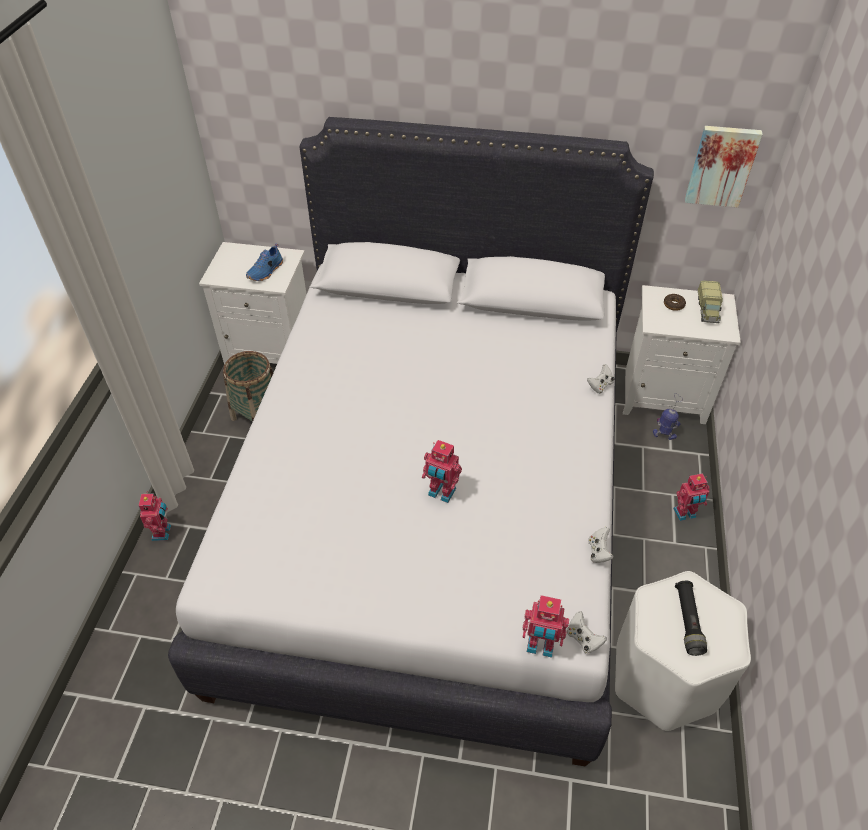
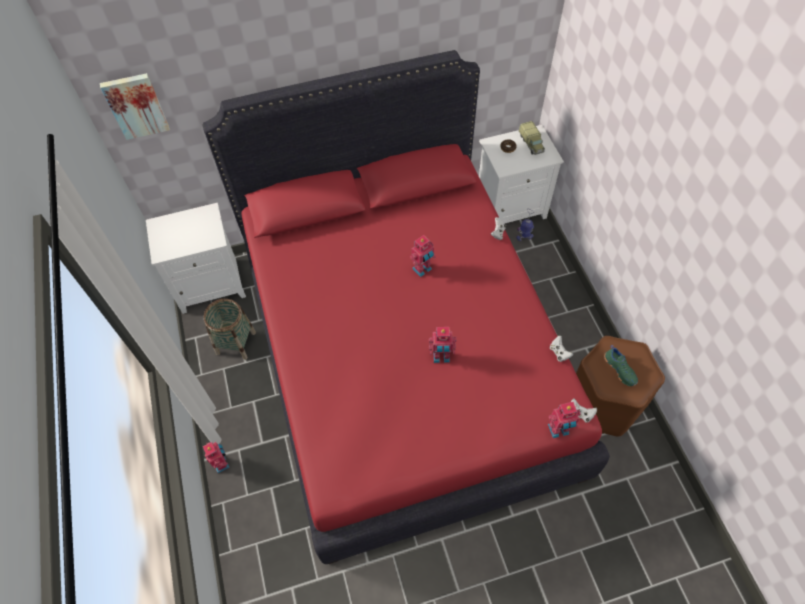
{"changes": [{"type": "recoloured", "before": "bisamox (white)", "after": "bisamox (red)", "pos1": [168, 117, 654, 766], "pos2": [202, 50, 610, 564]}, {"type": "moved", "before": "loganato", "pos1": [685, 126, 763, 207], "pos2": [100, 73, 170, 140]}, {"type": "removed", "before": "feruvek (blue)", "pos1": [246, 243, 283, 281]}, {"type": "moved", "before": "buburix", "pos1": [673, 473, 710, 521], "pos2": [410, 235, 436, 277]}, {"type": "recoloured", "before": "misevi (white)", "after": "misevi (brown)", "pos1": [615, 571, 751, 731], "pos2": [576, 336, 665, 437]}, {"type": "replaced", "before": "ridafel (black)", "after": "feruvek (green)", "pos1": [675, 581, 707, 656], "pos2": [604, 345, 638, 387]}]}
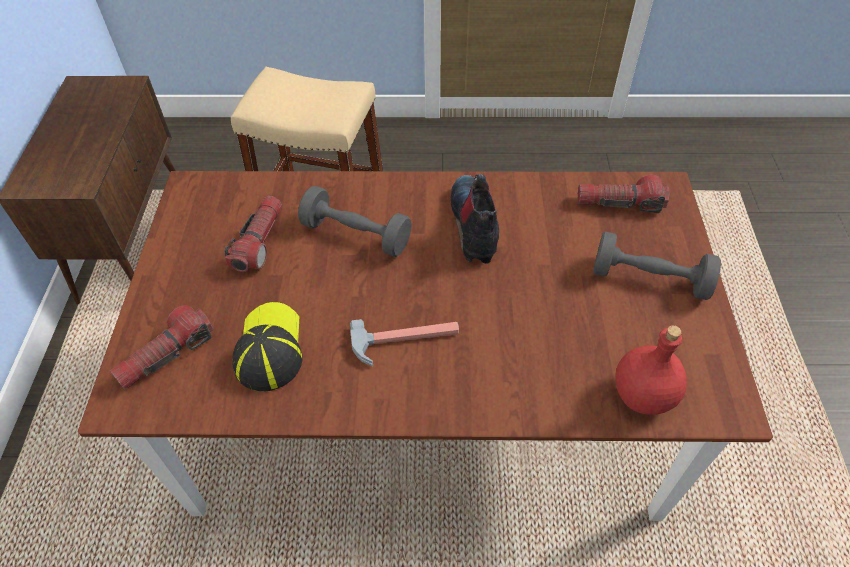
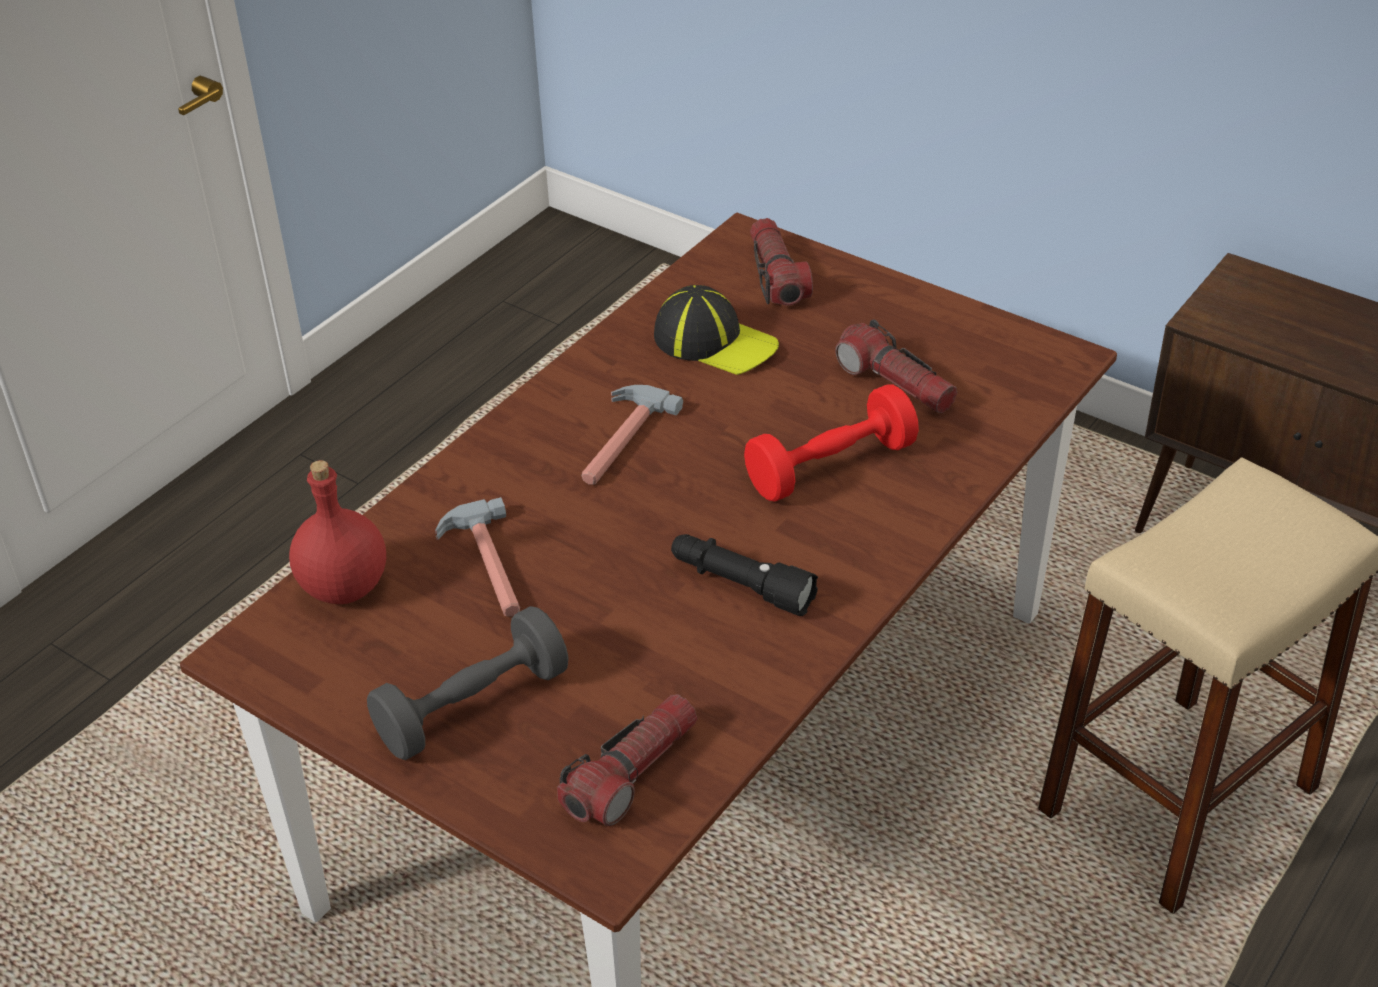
{"changes": [{"type": "replaced", "before": "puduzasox", "after": "ridafel (black)", "pos1": [451, 174, 499, 264], "pos2": [671, 534, 818, 616]}, {"type": "recoloured", "before": "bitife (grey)", "after": "bitife (red)", "pos1": [298, 186, 411, 257], "pos2": [744, 384, 919, 502]}, {"type": "added", "after": "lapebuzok", "pos2": [435, 497, 520, 616]}]}
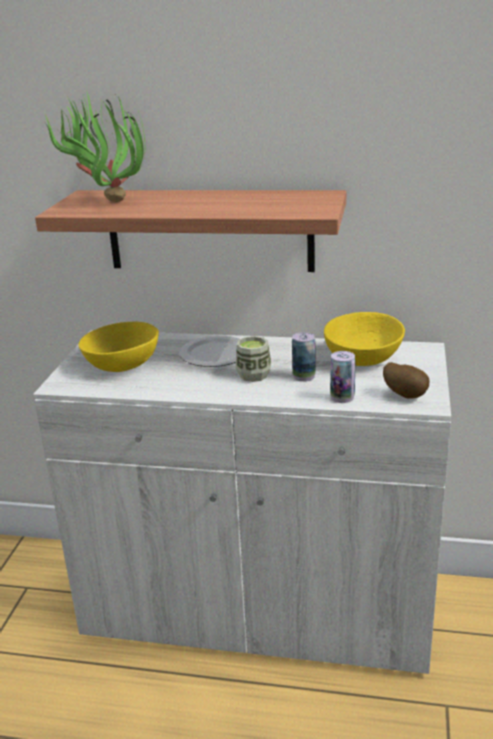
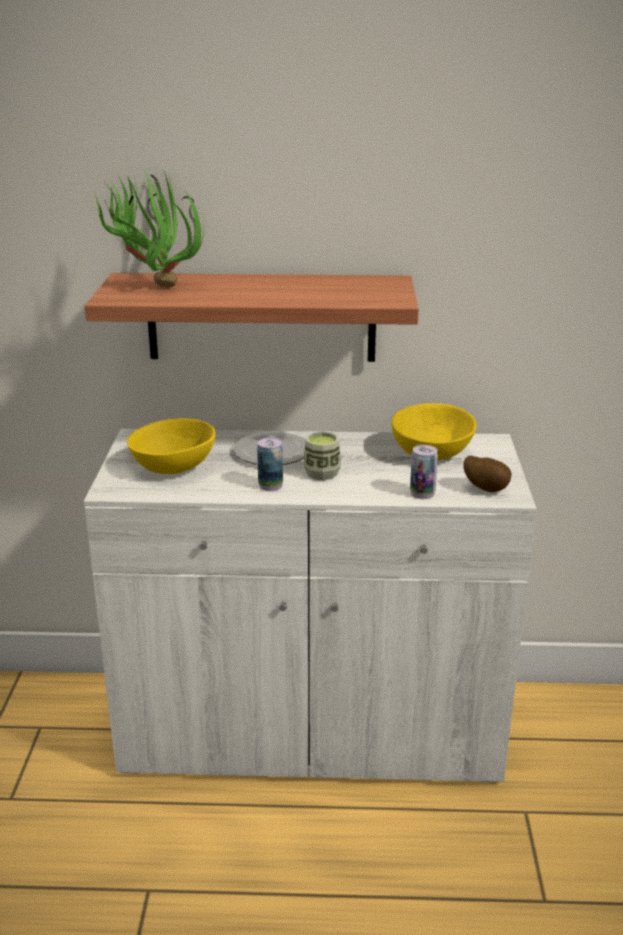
{"changes": [{"type": "moved", "before": "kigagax", "pos1": [292, 332, 316, 382], "pos2": [257, 438, 283, 491]}]}
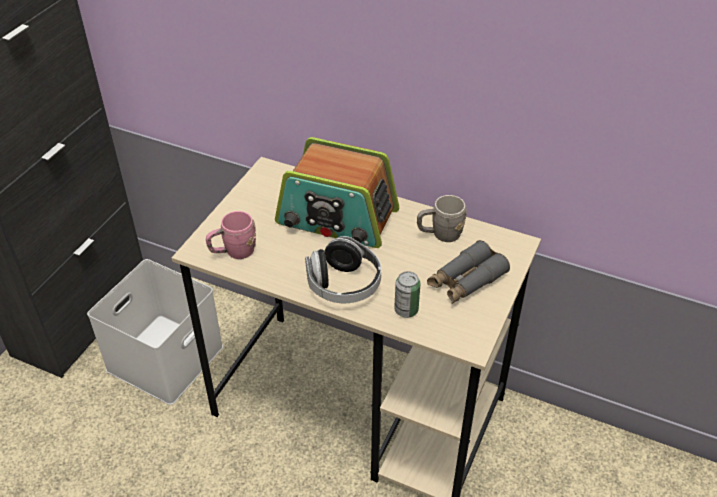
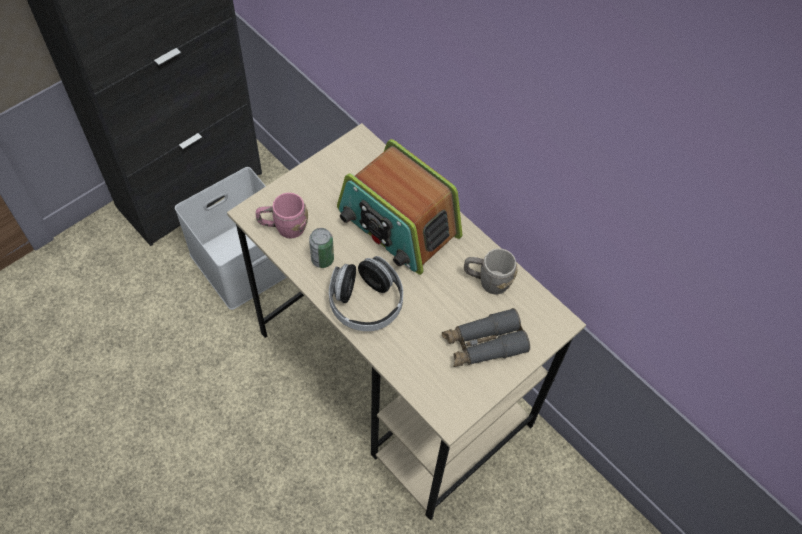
{"changes": [{"type": "moved", "before": "kigagax", "pos1": [394, 271, 421, 318], "pos2": [309, 228, 334, 268]}]}
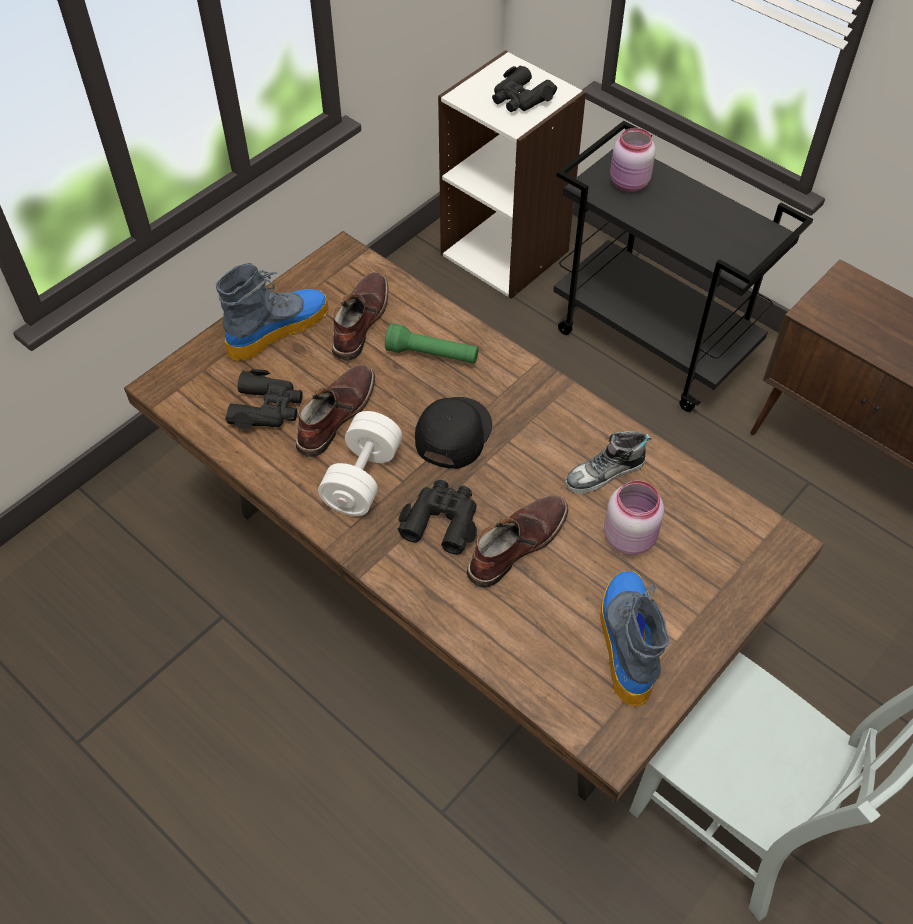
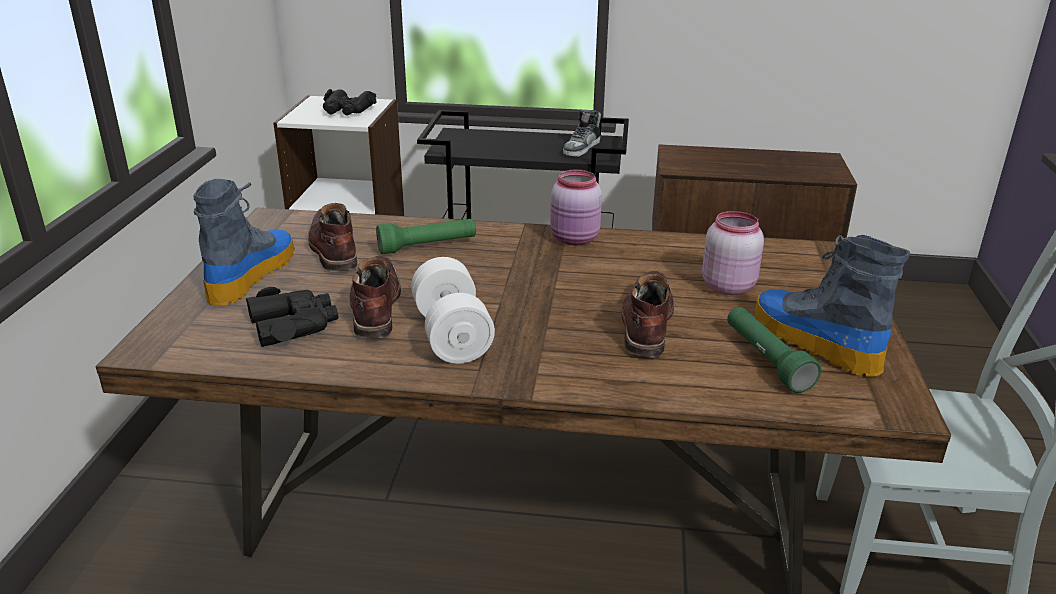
{"changes": [{"type": "moved", "before": "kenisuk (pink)", "pos1": [610, 128, 656, 192], "pos2": [550, 170, 602, 246]}, {"type": "removed", "before": "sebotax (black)", "pos1": [415, 397, 492, 469]}, {"type": "moved", "before": "feruvek", "pos1": [565, 431, 652, 494], "pos2": [563, 110, 601, 157]}, {"type": "removed", "before": "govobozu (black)", "pos1": [398, 480, 477, 555]}, {"type": "added", "after": "ridafel (green)", "pos2": [727, 307, 821, 393]}]}
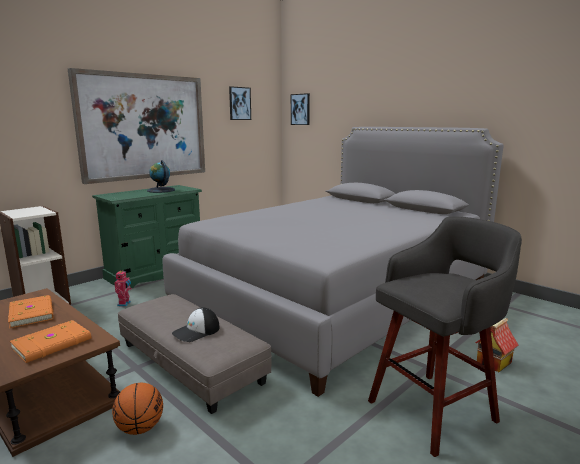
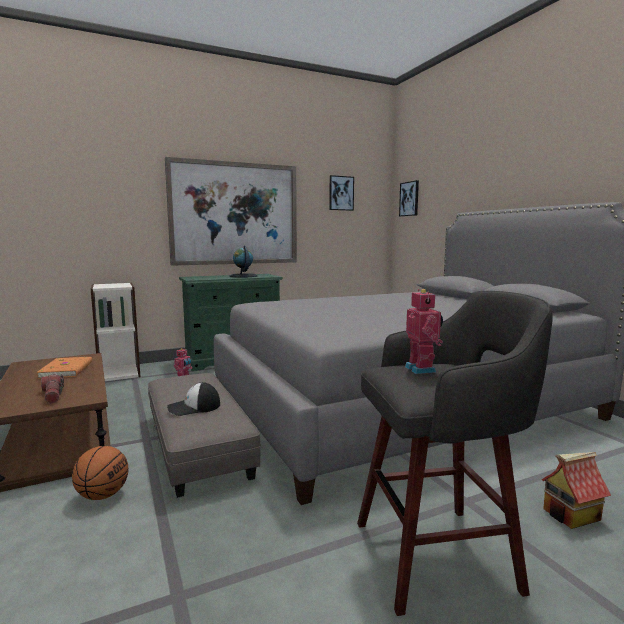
{"changes": [{"type": "replaced", "before": "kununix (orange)", "after": "ridafel", "pos1": [10, 320, 91, 363], "pos2": [41, 374, 64, 403]}, {"type": "added", "after": "buburix", "pos2": [405, 289, 443, 374]}]}
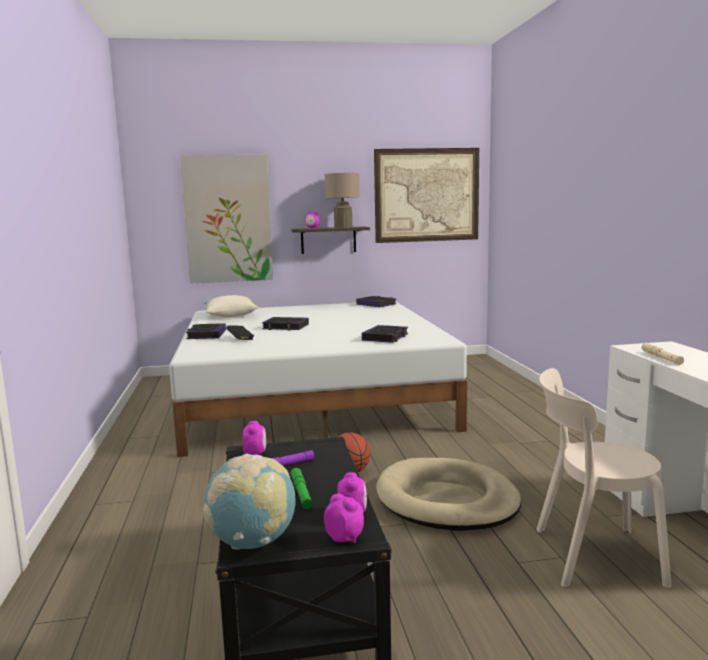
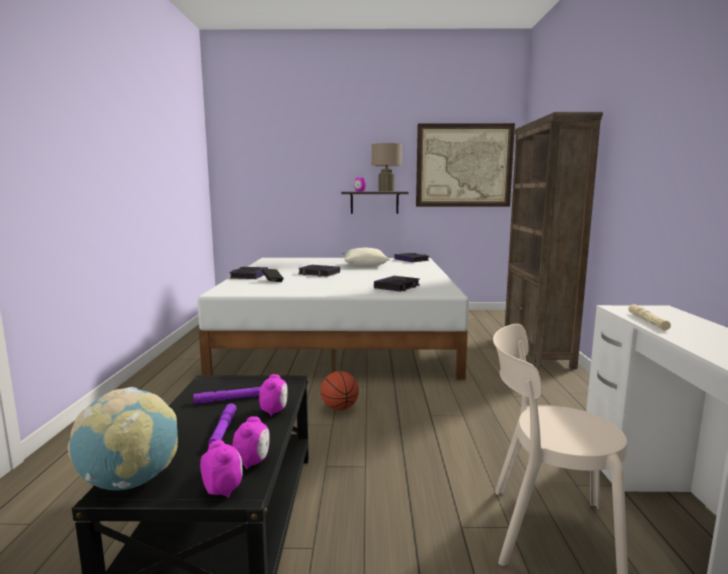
{"changes": [{"type": "removed", "before": "loganato", "pos1": [180, 155, 273, 283]}, {"type": "moved", "before": "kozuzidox", "pos1": [204, 295, 258, 317], "pos2": [342, 248, 390, 267]}, {"type": "moved", "before": "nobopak", "pos1": [243, 421, 266, 455], "pos2": [259, 374, 287, 416]}, {"type": "removed", "before": "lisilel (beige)", "pos1": [376, 458, 522, 531]}, {"type": "recoloured", "before": "ridafel (green)", "after": "ridafel (purple)", "pos1": [291, 468, 313, 509], "pos2": [208, 403, 236, 446]}, {"type": "added", "after": "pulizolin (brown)", "pos2": [505, 112, 603, 369]}]}
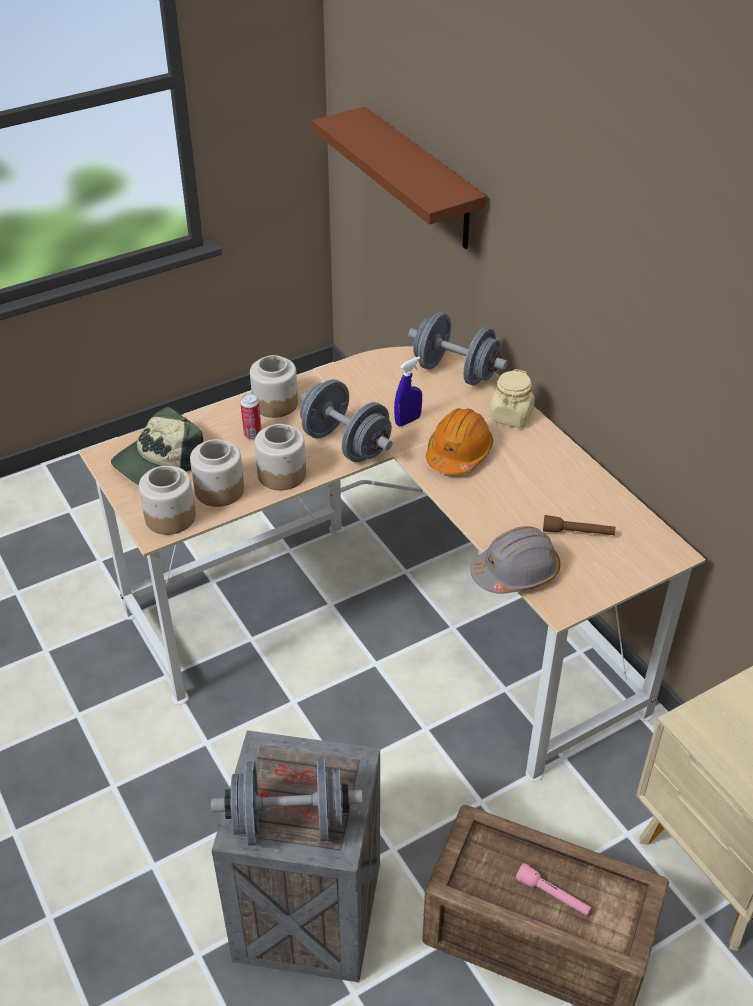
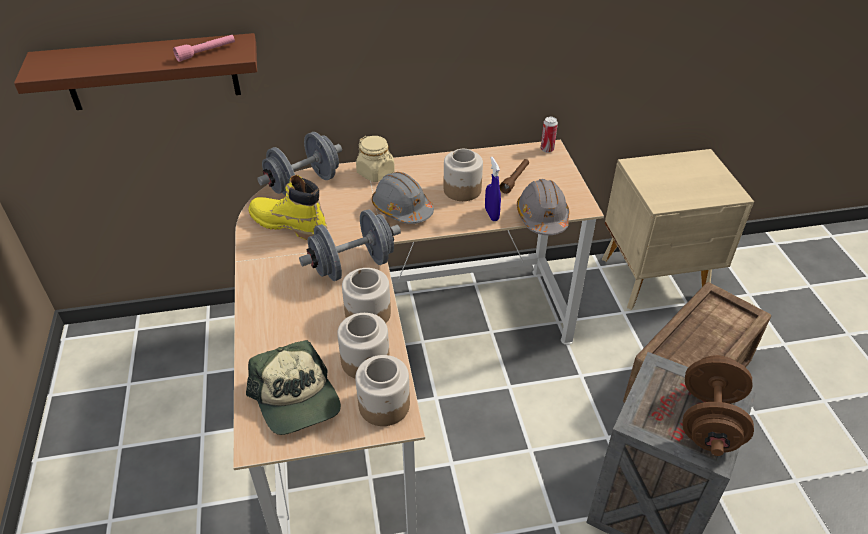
{"changes": [{"type": "moved", "before": "kenisuk", "pos1": [250, 355, 298, 418], "pos2": [444, 149, 483, 201]}, {"type": "moved", "before": "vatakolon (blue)", "pos1": [394, 357, 422, 426], "pos2": [485, 157, 501, 221]}, {"type": "moved", "before": "kigagax", "pos1": [240, 394, 262, 439], "pos2": [541, 117, 558, 153]}, {"type": "recoloured", "before": "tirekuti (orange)", "after": "tirekuti (grey)", "pos1": [426, 408, 493, 475], "pos2": [372, 172, 434, 224]}, {"type": "recoloured", "before": "bitife (grey)", "after": "bitife (brown)", "pos1": [211, 757, 363, 846], "pos2": [682, 355, 754, 456]}, {"type": "moved", "before": "ridafel (pink)", "pos1": [515, 863, 592, 916], "pos2": [173, 35, 235, 62]}, {"type": "added", "after": "puduzasox (yellow)", "pos2": [248, 175, 327, 240]}]}
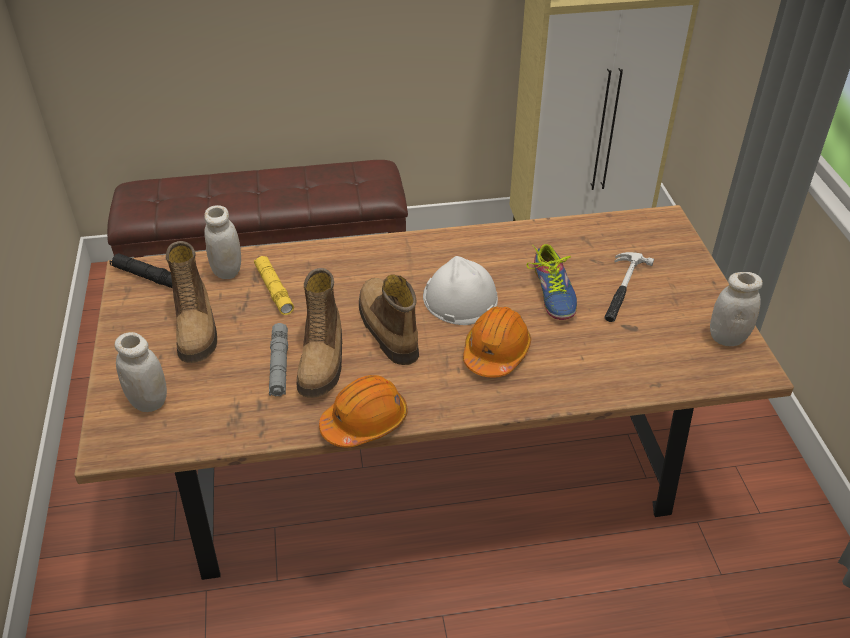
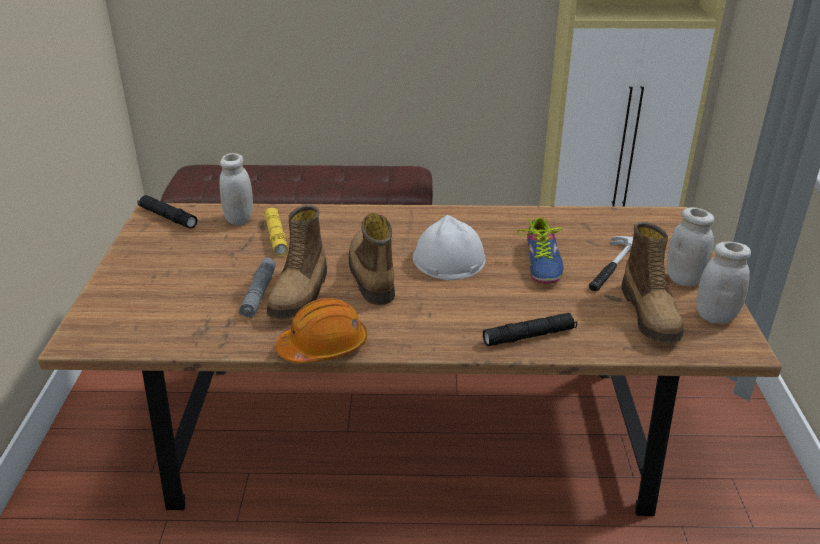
{"changes": [{"type": "moved", "before": "puduzasox", "pos1": [166, 241, 217, 363], "pos2": [621, 222, 684, 343]}, {"type": "removed", "before": "tirekuti (orange)", "pos1": [463, 306, 531, 377]}, {"type": "moved", "before": "kenisuk (white)", "pos1": [114, 332, 167, 412], "pos2": [667, 207, 714, 287]}, {"type": "added", "after": "ridafel (black)", "pos2": [483, 312, 577, 346]}]}
